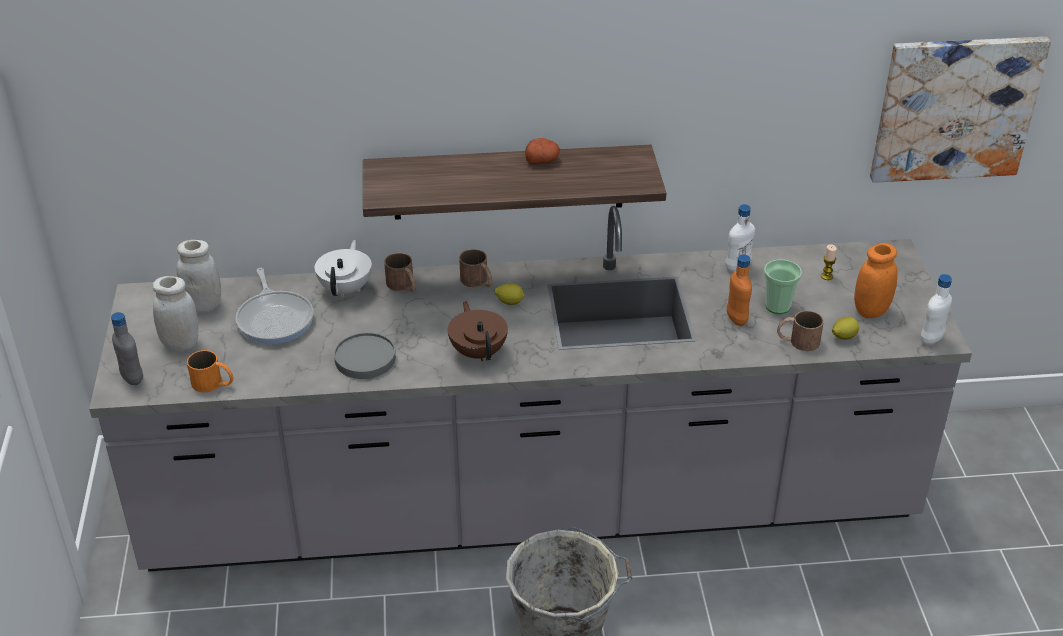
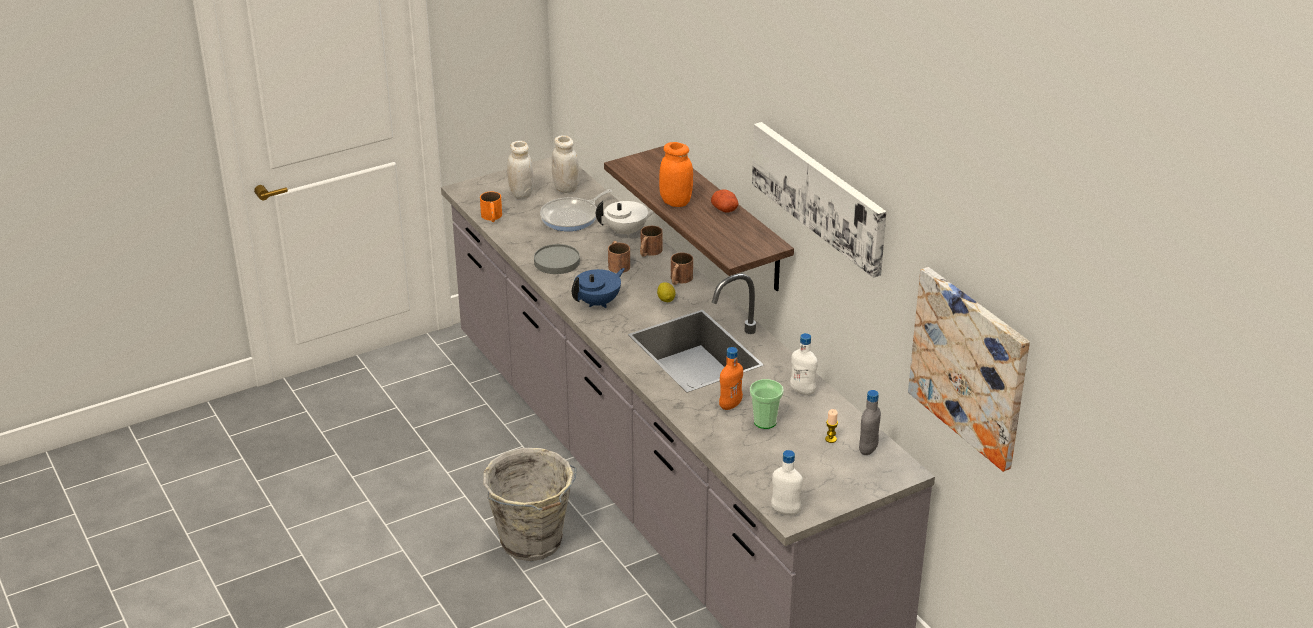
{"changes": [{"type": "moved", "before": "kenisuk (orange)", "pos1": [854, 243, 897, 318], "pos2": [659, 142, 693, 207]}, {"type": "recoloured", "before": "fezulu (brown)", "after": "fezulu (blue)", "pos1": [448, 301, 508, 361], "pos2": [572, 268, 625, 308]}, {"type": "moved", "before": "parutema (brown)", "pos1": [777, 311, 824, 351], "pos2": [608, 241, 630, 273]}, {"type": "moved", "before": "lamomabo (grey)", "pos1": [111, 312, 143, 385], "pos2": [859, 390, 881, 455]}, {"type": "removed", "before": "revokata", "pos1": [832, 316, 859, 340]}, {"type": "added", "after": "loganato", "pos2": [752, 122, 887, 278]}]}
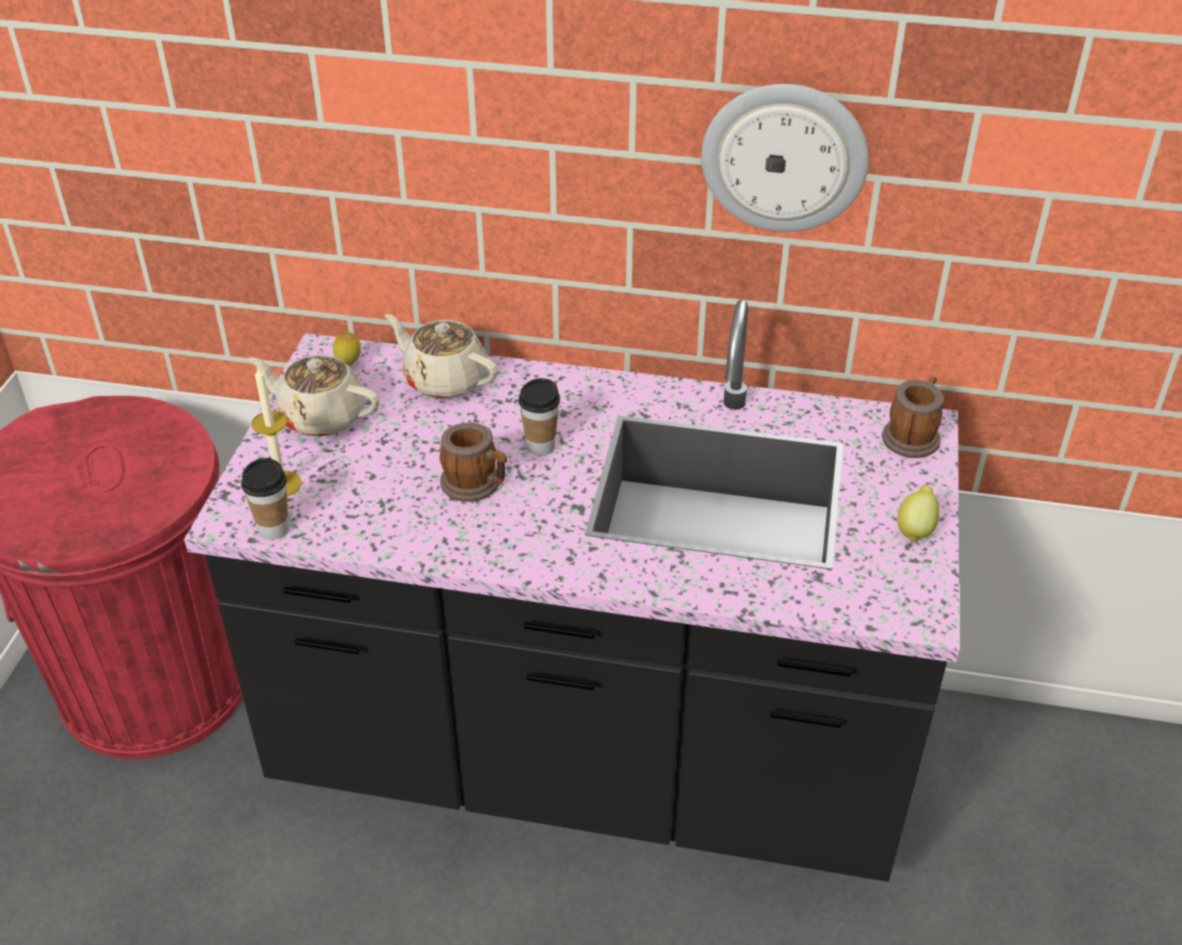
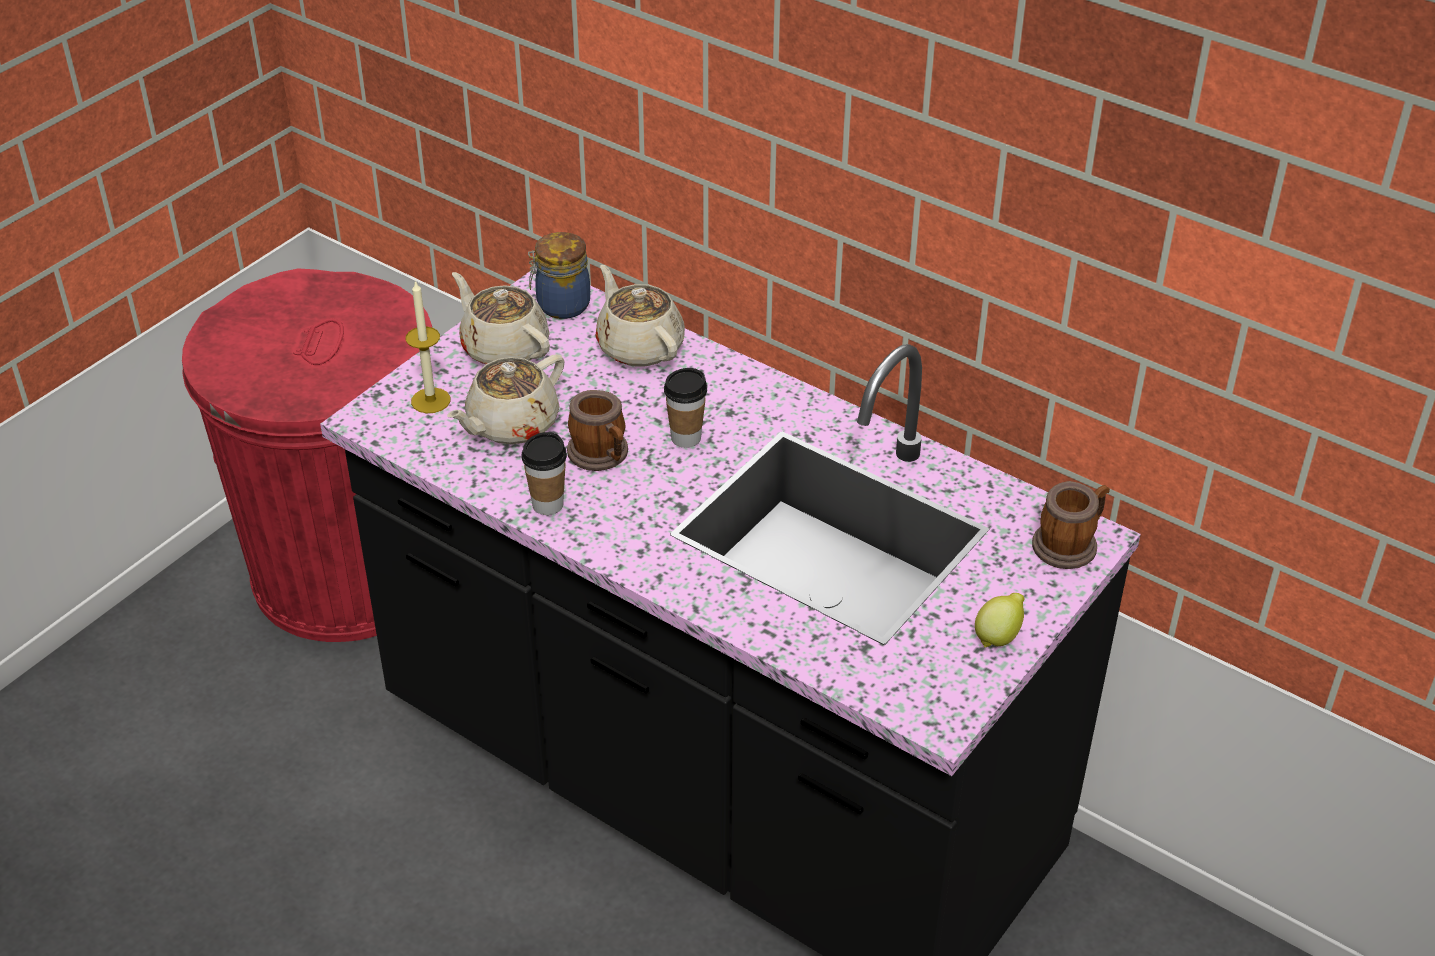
{"changes": [{"type": "removed", "before": "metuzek", "pos1": [701, 84, 869, 232]}, {"type": "replaced", "before": "revokata", "after": "kenisuk", "pos1": [333, 332, 361, 365], "pos2": [528, 232, 590, 319]}, {"type": "moved", "before": "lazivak", "pos1": [241, 458, 289, 540], "pos2": [522, 432, 567, 515]}, {"type": "added", "after": "fezulu (beige)", "pos2": [447, 354, 564, 445]}]}
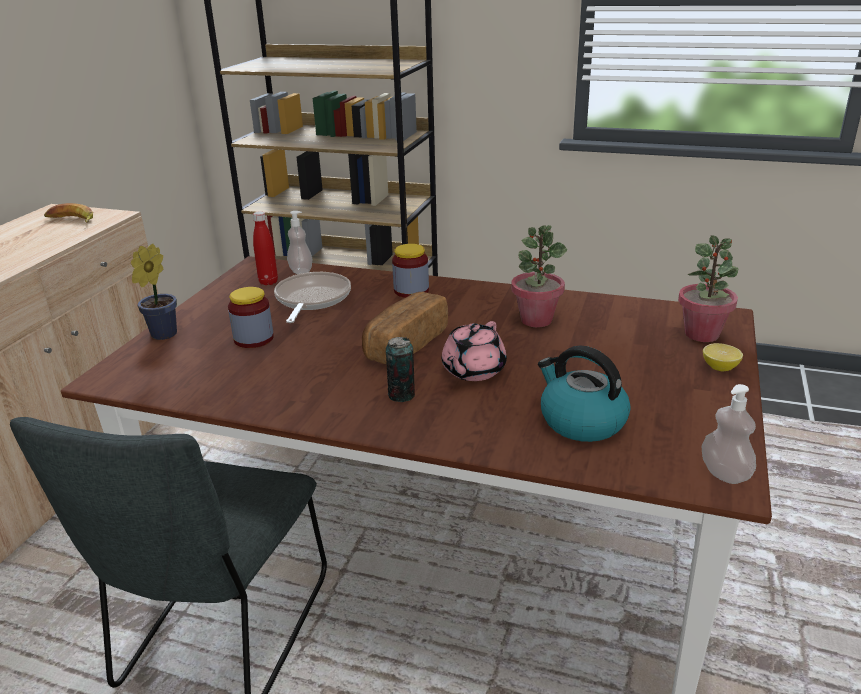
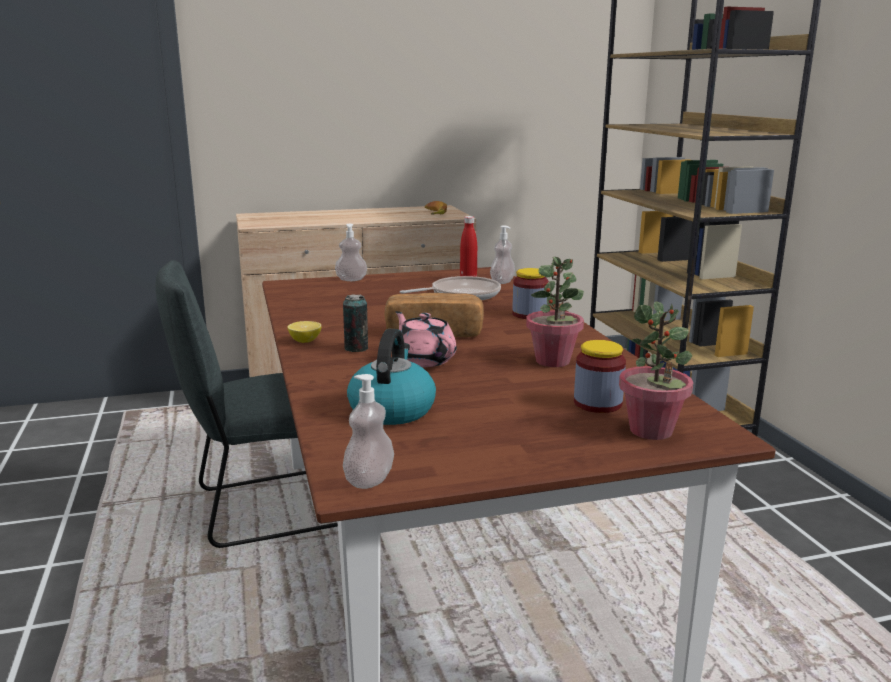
{"changes": [{"type": "replaced", "before": "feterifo", "after": "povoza", "pos1": [131, 244, 177, 340], "pos2": [335, 224, 367, 281]}, {"type": "moved", "before": "kenisuk", "pos1": [228, 287, 274, 348], "pos2": [574, 340, 626, 413]}, {"type": "turned", "before": "fezulu (pink)", "pos1": [442, 321, 507, 381], "pos2": [396, 311, 457, 367], "turn": 60}, {"type": "moved", "before": "revokata", "pos1": [703, 343, 743, 371], "pos2": [288, 321, 321, 343]}]}
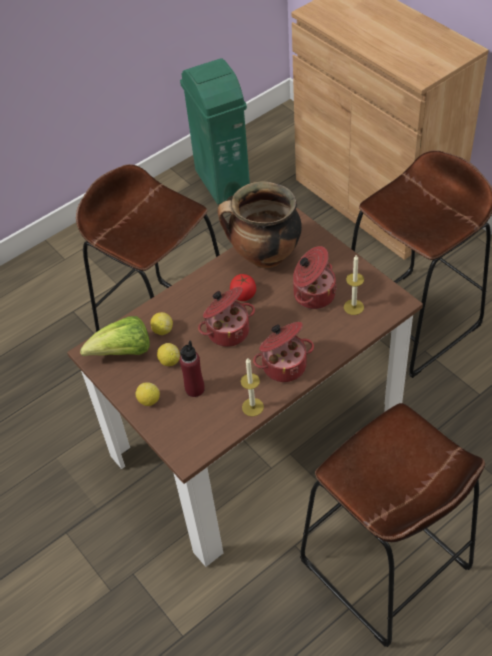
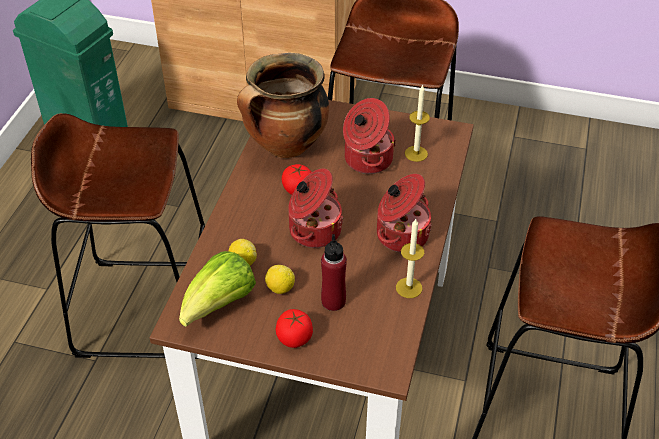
{"changes": [{"type": "replaced", "before": "revokata", "after": "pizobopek", "pos1": [135, 382, 160, 406], "pos2": [275, 309, 313, 348]}]}
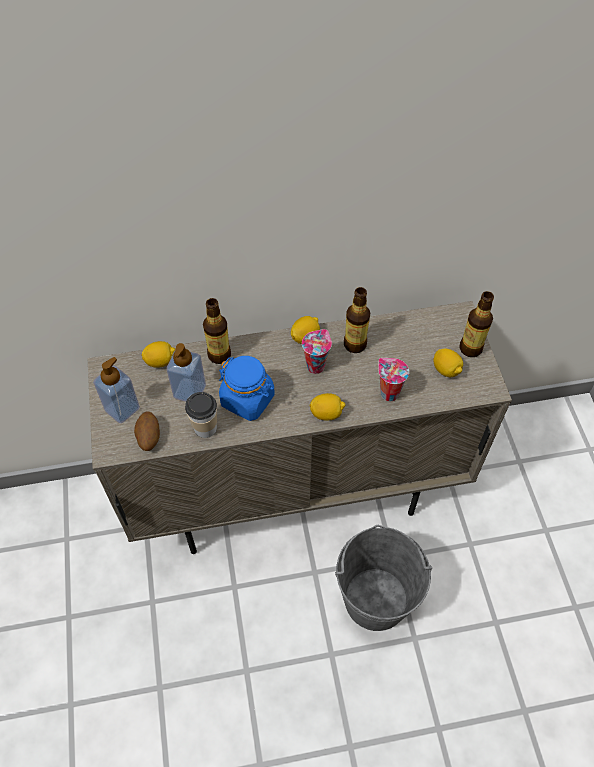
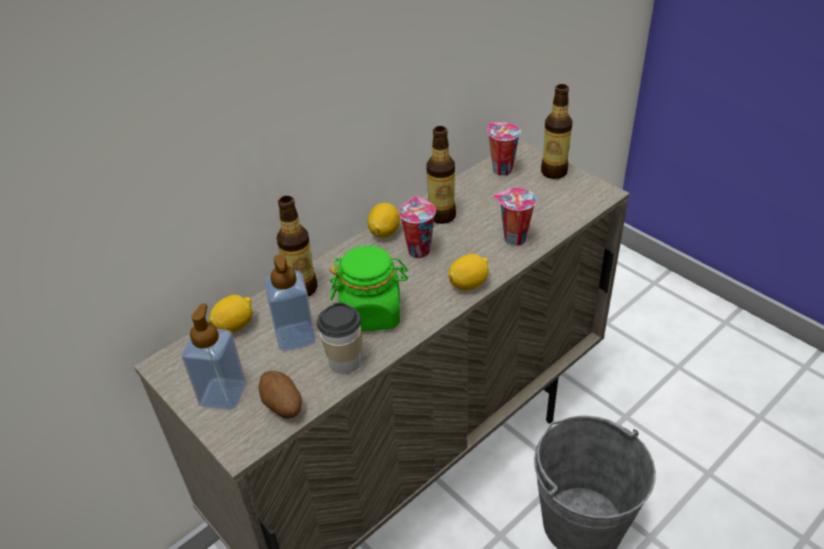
{"changes": [{"type": "removed", "before": "revokata", "pos1": [433, 348, 463, 377]}, {"type": "recoloured", "before": "kenisuk (blue)", "after": "kenisuk (green)", "pos1": [219, 356, 275, 421], "pos2": [330, 246, 408, 331]}, {"type": "added", "after": "lazivak", "pos2": [487, 122, 521, 175]}]}
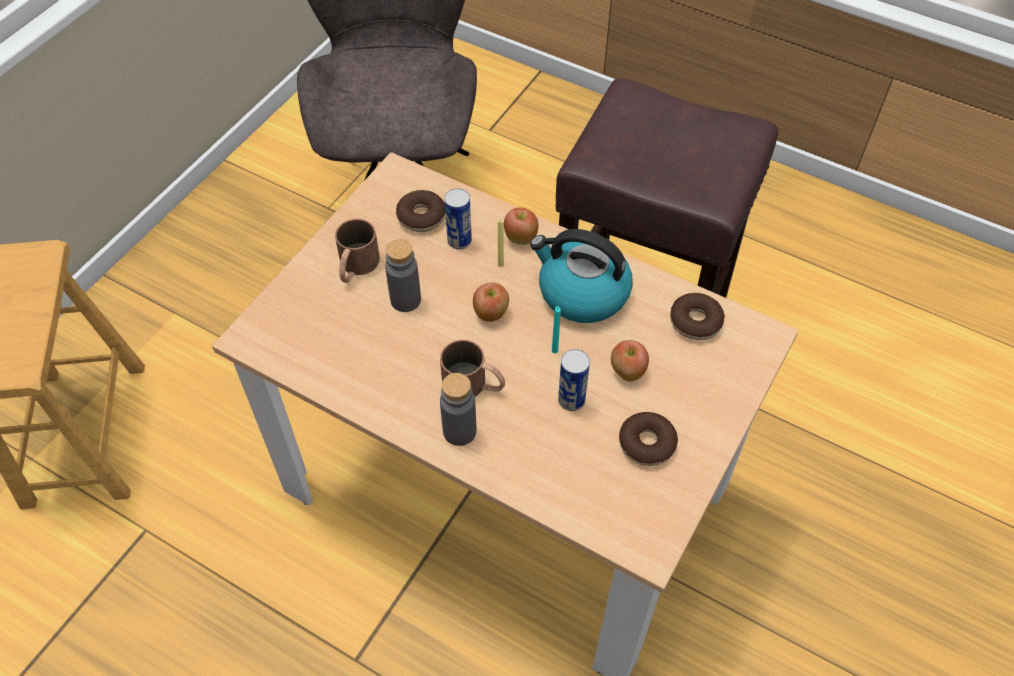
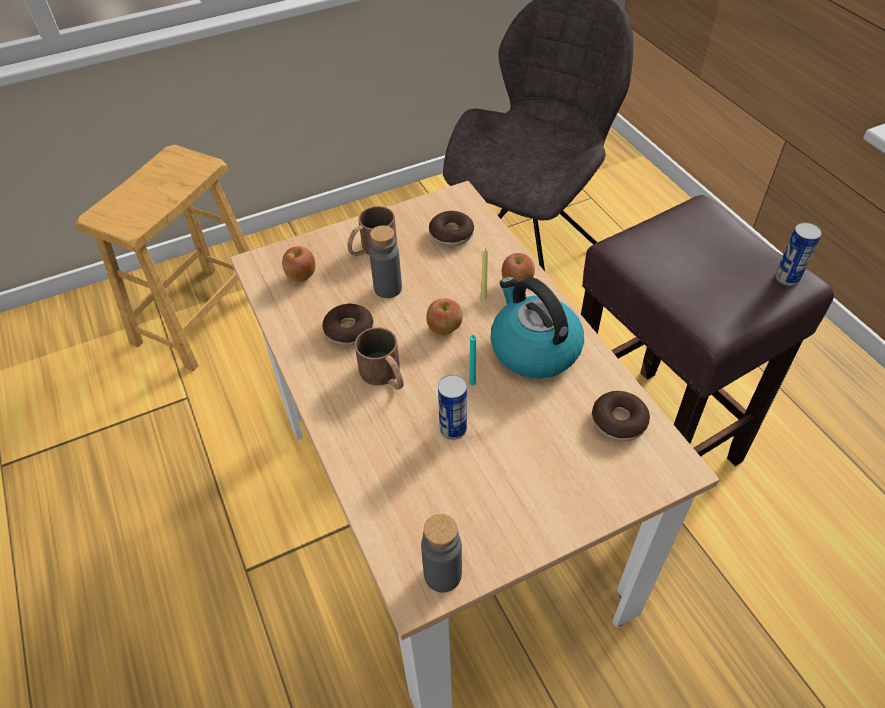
{"changes": [{"type": "moved", "before": "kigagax", "pos1": [444, 188, 472, 250], "pos2": [775, 222, 822, 286]}, {"type": "moved", "before": "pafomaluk", "pos1": [611, 340, 649, 381], "pos2": [282, 246, 316, 283]}, {"type": "moved", "before": "lamomabo (grey)", "pos1": [440, 373, 476, 446], "pos2": [421, 514, 462, 593]}, {"type": "moved", "before": "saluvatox", "pos1": [619, 412, 678, 466], "pos2": [322, 304, 374, 346]}]}
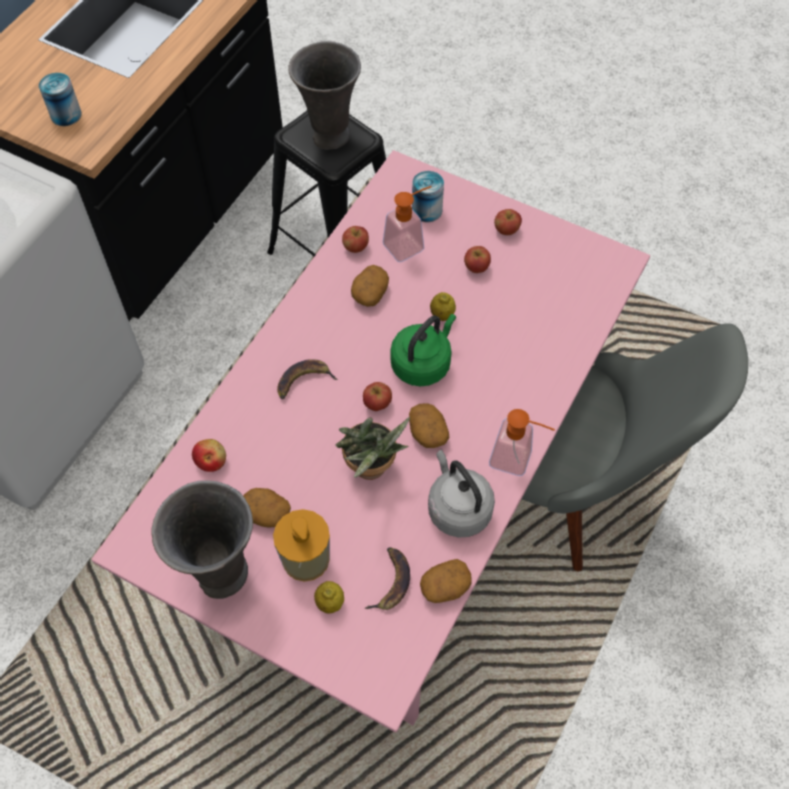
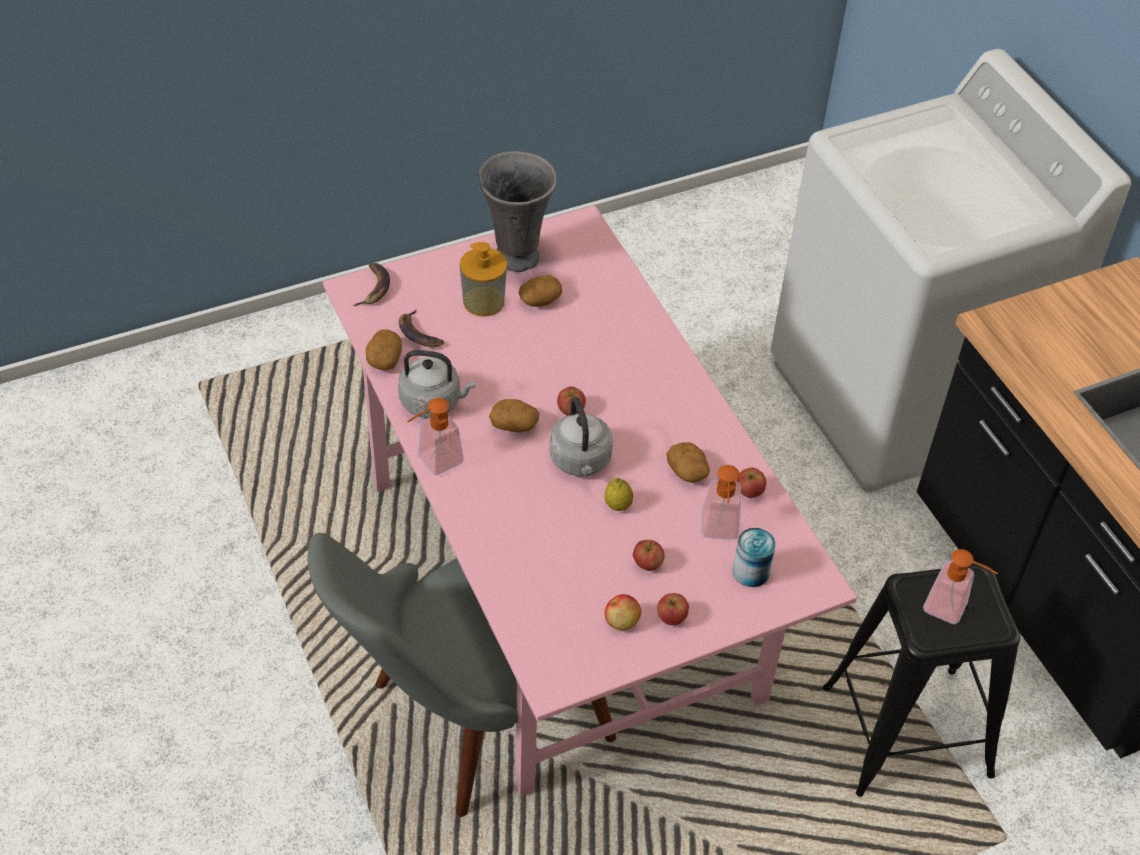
{"changes": [{"type": "replaced", "before": "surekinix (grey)", "after": "povoza", "pos1": [288, 41, 361, 149], "pos2": [923, 549, 998, 624]}, {"type": "removed", "before": "kigagax", "pos1": [39, 73, 82, 126]}, {"type": "recoloured", "before": "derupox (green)", "after": "derupox (grey)", "pos1": [390, 314, 456, 386], "pos2": [549, 397, 613, 476]}, {"type": "moved", "before": "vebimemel", "pos1": [277, 359, 338, 399], "pos2": [353, 263, 390, 306]}, {"type": "removed", "before": "feterifo", "pos1": [335, 417, 410, 480]}, {"type": "moved", "before": "pafomaluk", "pos1": [192, 439, 226, 472], "pos2": [605, 594, 641, 630]}, {"type": "removed", "before": "revokata", "pos1": [314, 581, 344, 614]}]}
